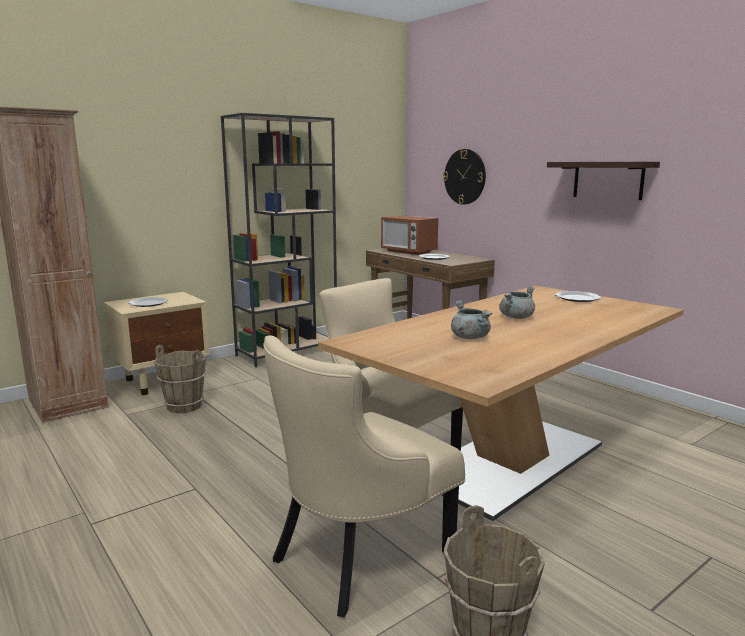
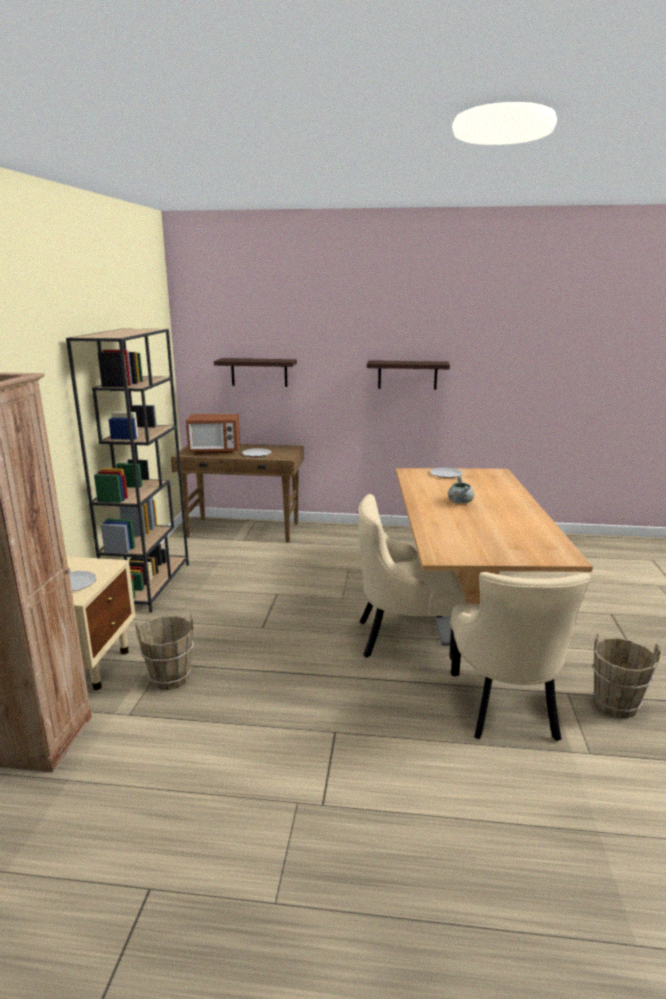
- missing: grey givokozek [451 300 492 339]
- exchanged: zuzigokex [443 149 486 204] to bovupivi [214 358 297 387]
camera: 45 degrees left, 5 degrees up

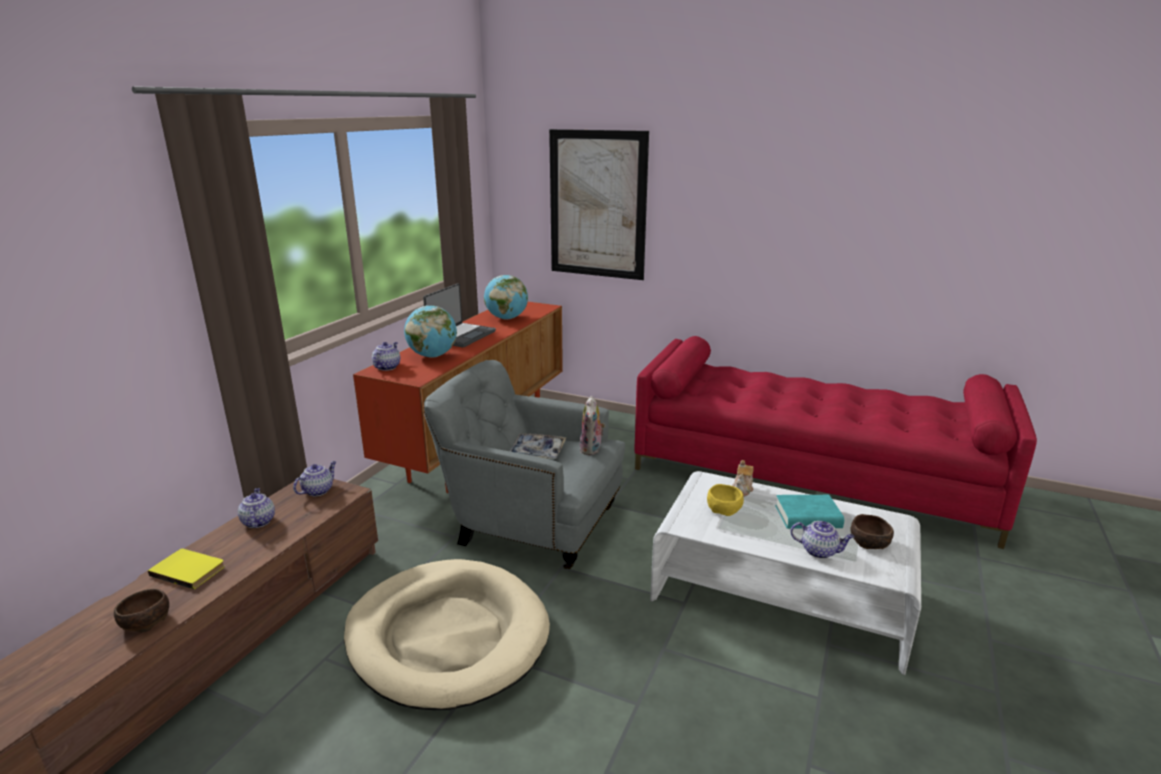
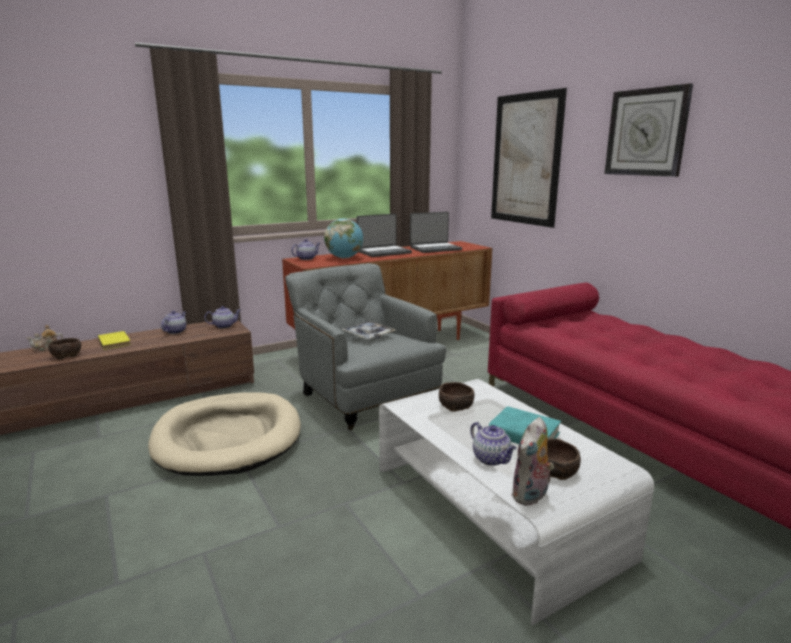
- appeared: zuzigokex [605 84 693 177]
- relocated: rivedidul [579 396 605 455] to [511 417 554 506]
- relocated: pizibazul [732 460 754 497] to [27 325 63 351]
- exchanged: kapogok [484 275 528 319] to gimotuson [410 212 462 253]
- colour: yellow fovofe [707 484 744 516] to brown fovofe [439 382 474 412]
camera: 35 degrees right, 5 degrees down

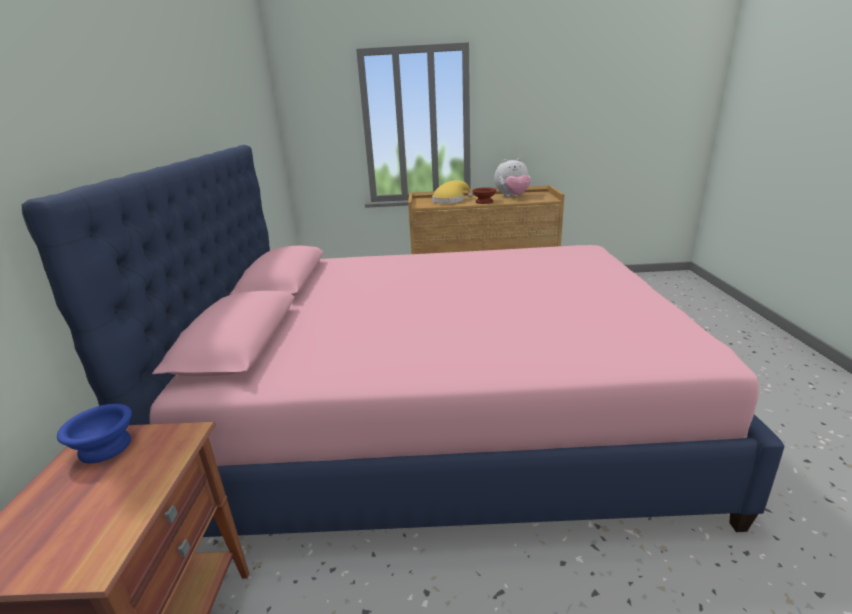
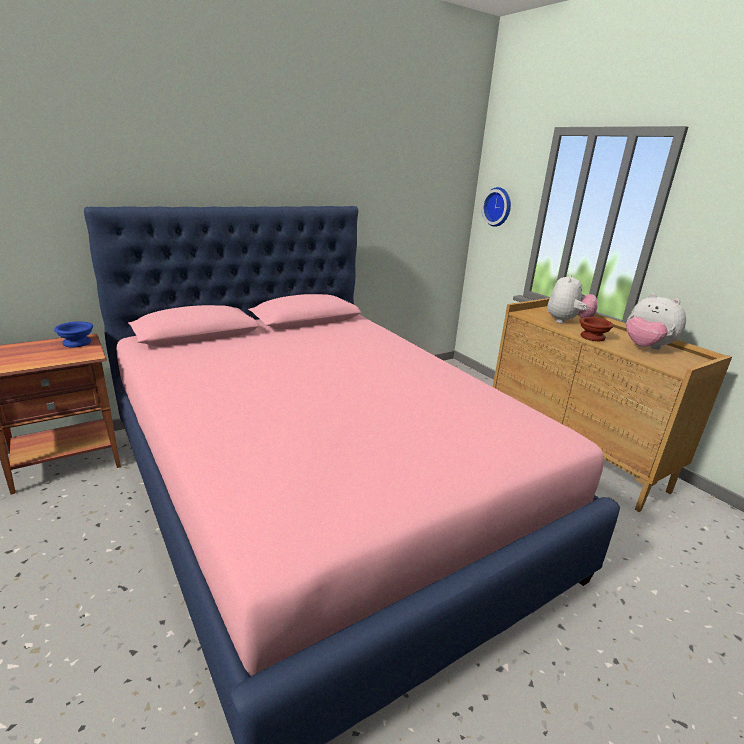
- appeared: zuzigokex [482 187 511 227]
- exchanged: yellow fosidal [432 180 473 203] to rivedidul [547 273 598 323]
camera: 55 degrees right, 0 degrees up

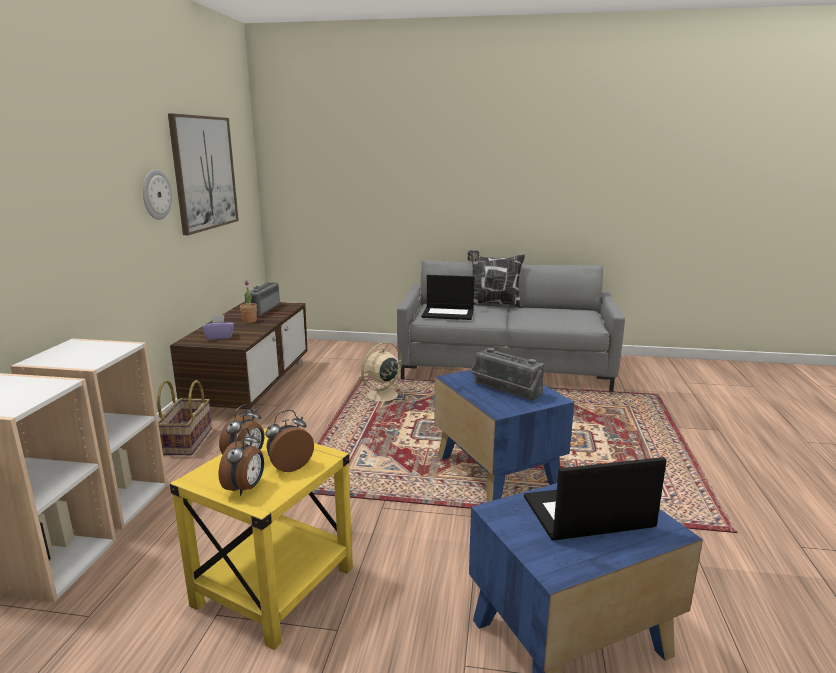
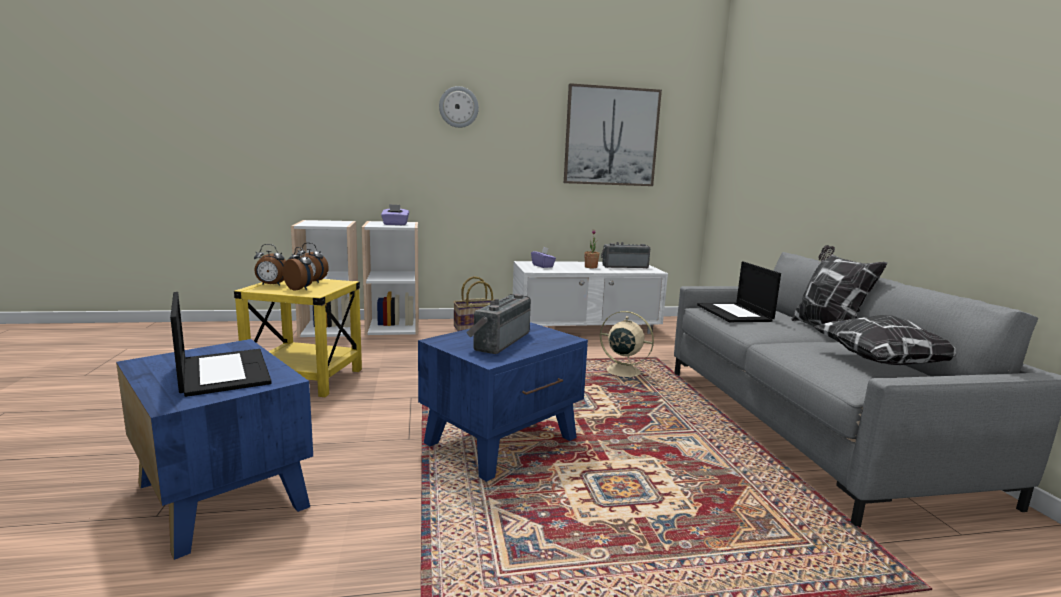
- appeared: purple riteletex [381 204 409 225]
- appeared: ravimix [812 315 957 365]
- relocated: zuzigokex [143 169 172 220] to [439 86 479 128]
- colour: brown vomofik [170 301 307 417] to white vomofik [513 261 668 334]
camera: 70 degrees right, 5 degrees down

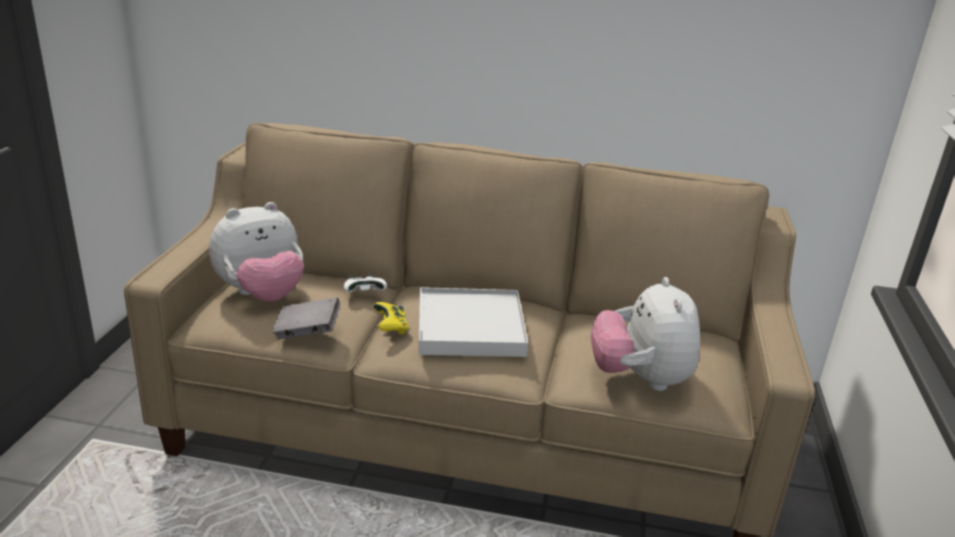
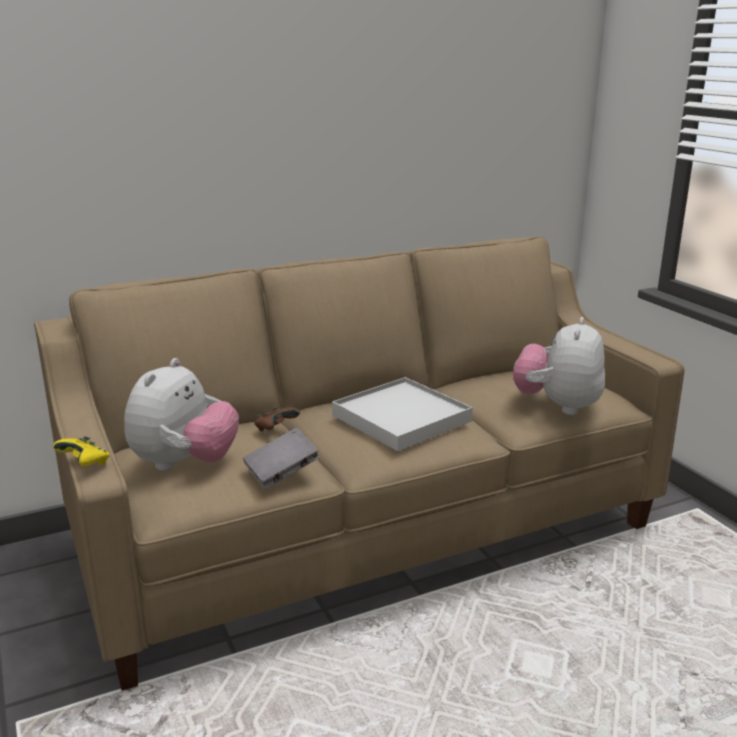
- relocated: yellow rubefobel [374 302 409 334] to [53 436 110 466]
- colour: white rubefobel [344 275 387 293] to brown rubefobel [254 407 300 431]
- spun: rivedidul [591 277 700 391] = [513 317 605 415] 60 degrees clockwise
camera: 35 degrees left, 5 degrees down

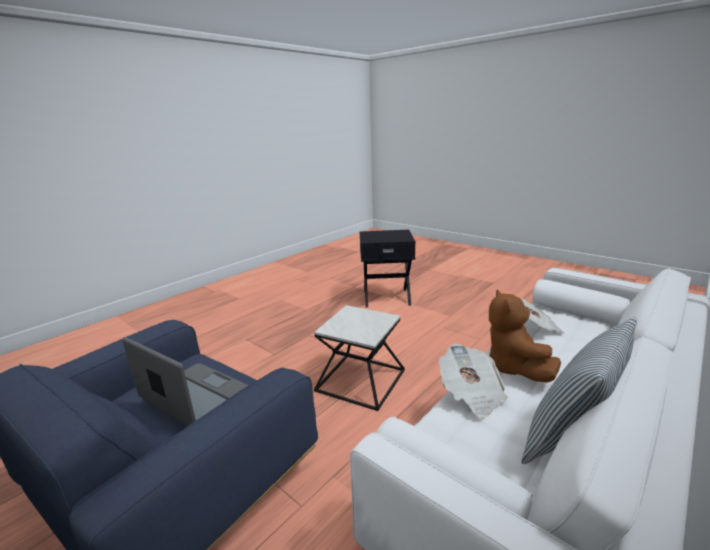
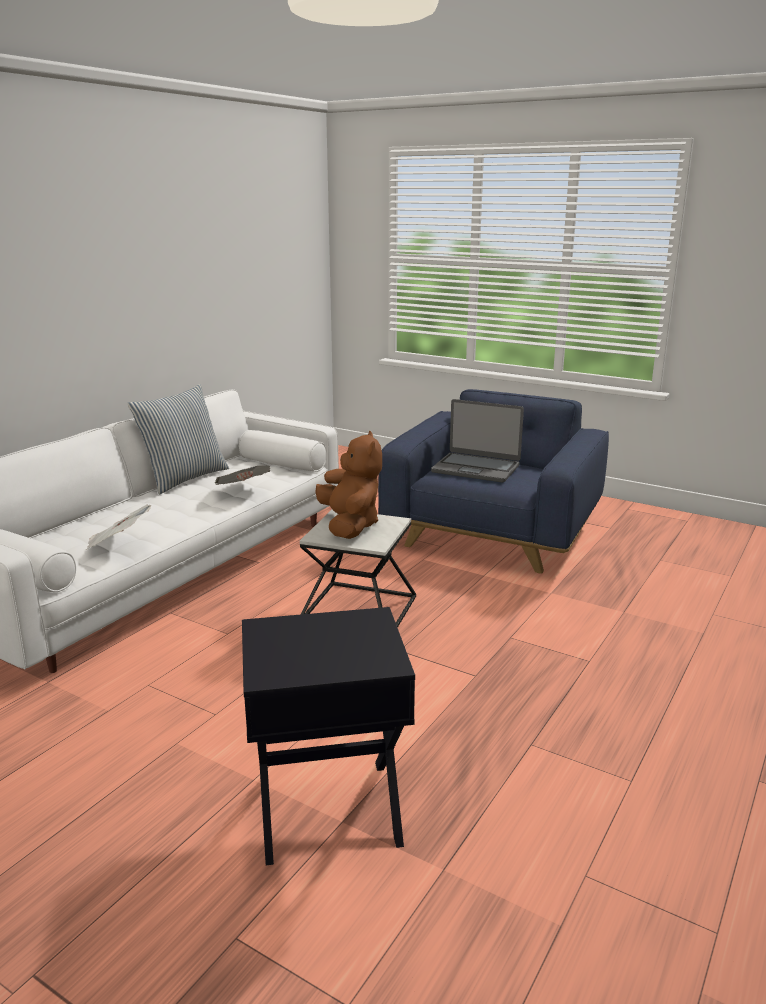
- relocated: brown rivedidul [489 289 561 383] to [315 431 382 539]
camera: 170 degrees right, 0 degrees up

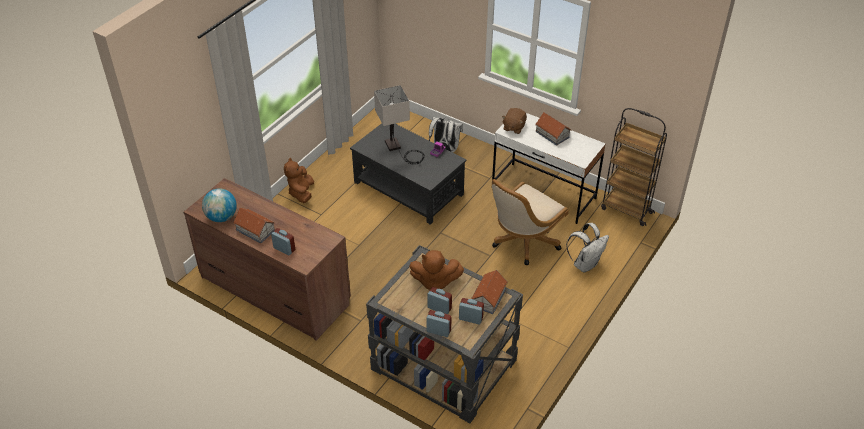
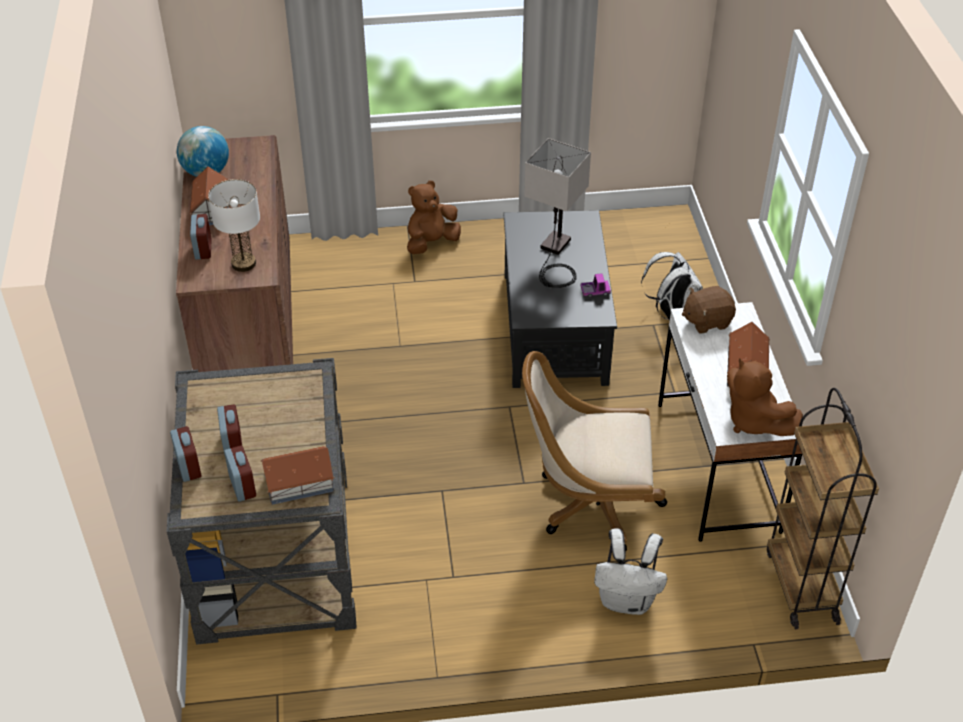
- appeared: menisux [208 179 260 272]
- relocated: brown rivedidul [409 250 464 290] to [727 358 803 436]
camera: 50 degrees right, 0 degrees up

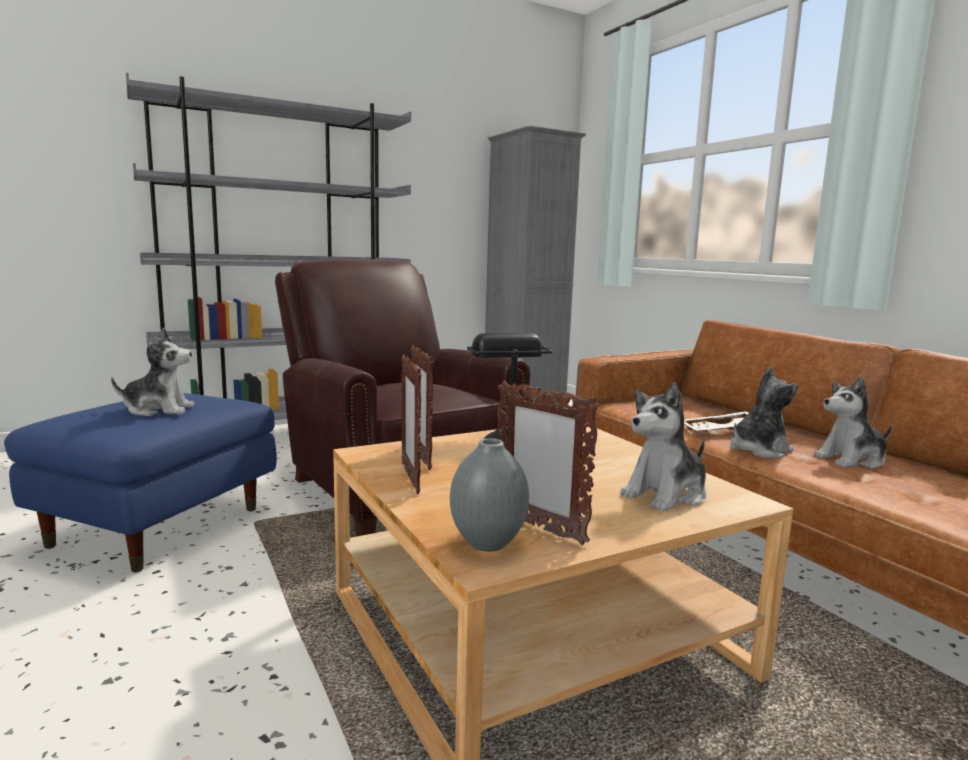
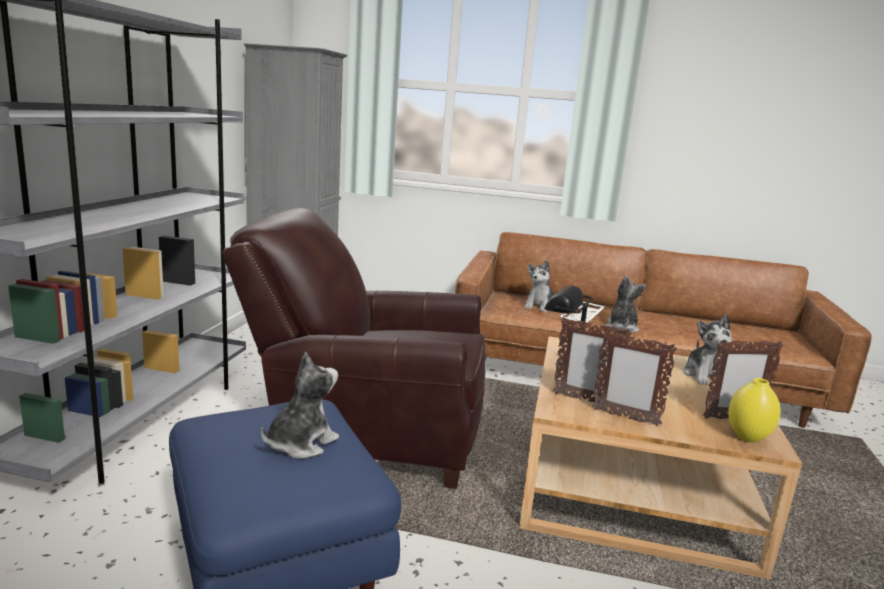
- relocated: rivedidul [813 377 892 469] to [524 260 554 312]
- colour: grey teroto [450 438 529 552] to yellow teroto [728 378 781 443]
camera: 50 degrees left, 5 degrees up

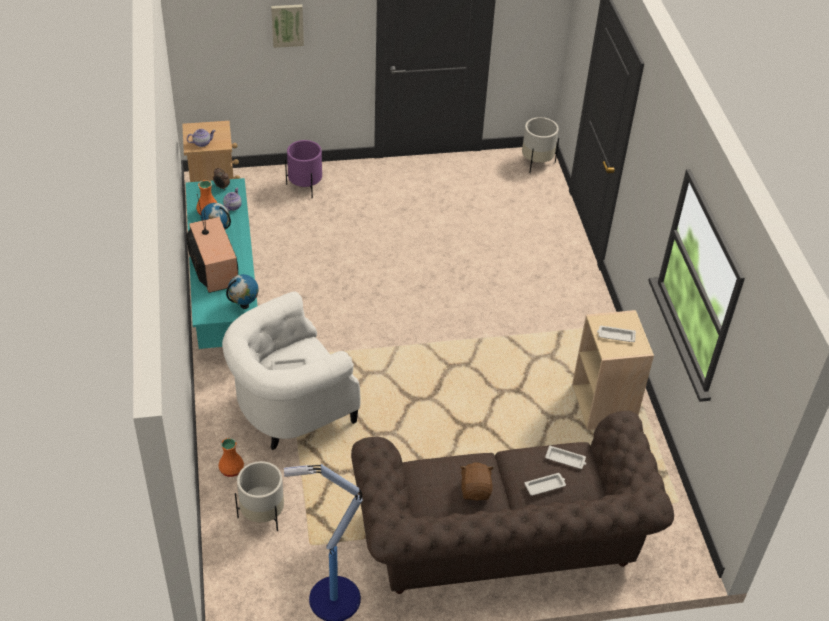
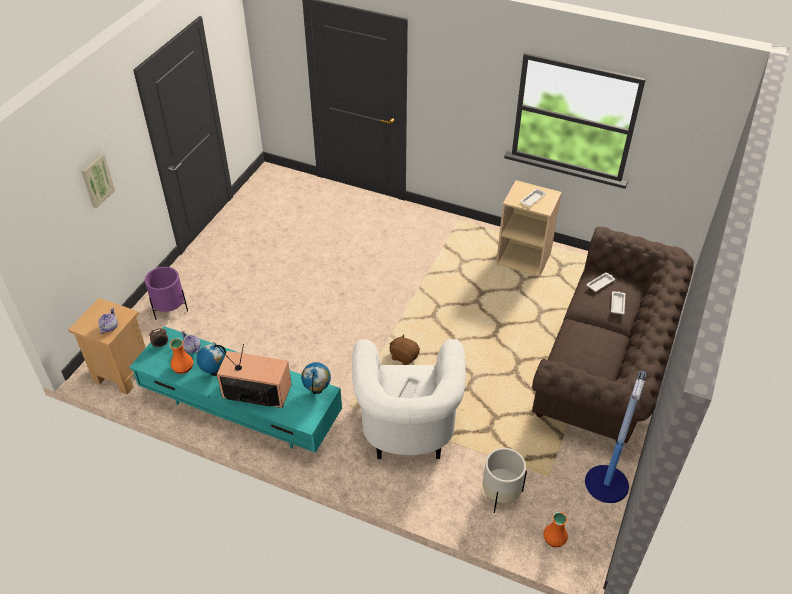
- missing: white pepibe [522 117 559 173]
- relocated: orange teroto [218 438 244 477] to [543 512 568 547]
- relocated: brown rivedidul [460 462 494 501] to [390 334 420 365]
camera: 55 degrees left, 0 degrees up

